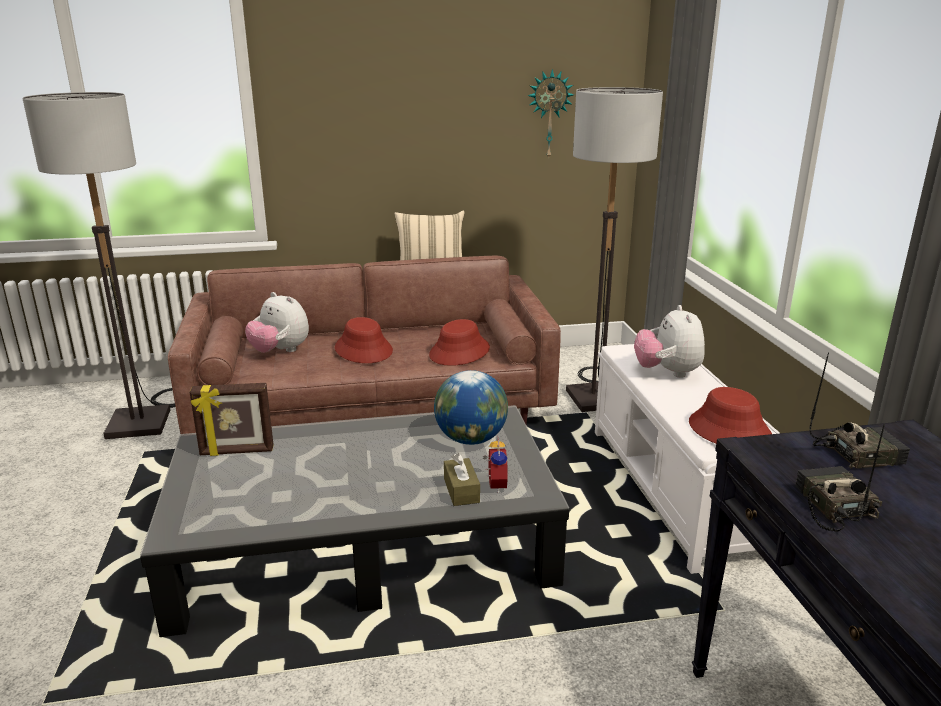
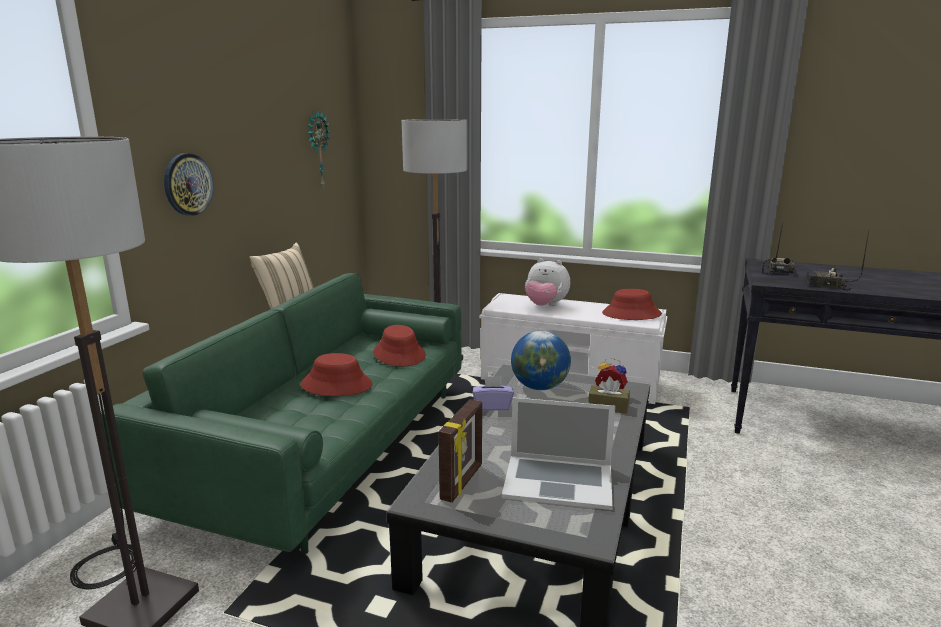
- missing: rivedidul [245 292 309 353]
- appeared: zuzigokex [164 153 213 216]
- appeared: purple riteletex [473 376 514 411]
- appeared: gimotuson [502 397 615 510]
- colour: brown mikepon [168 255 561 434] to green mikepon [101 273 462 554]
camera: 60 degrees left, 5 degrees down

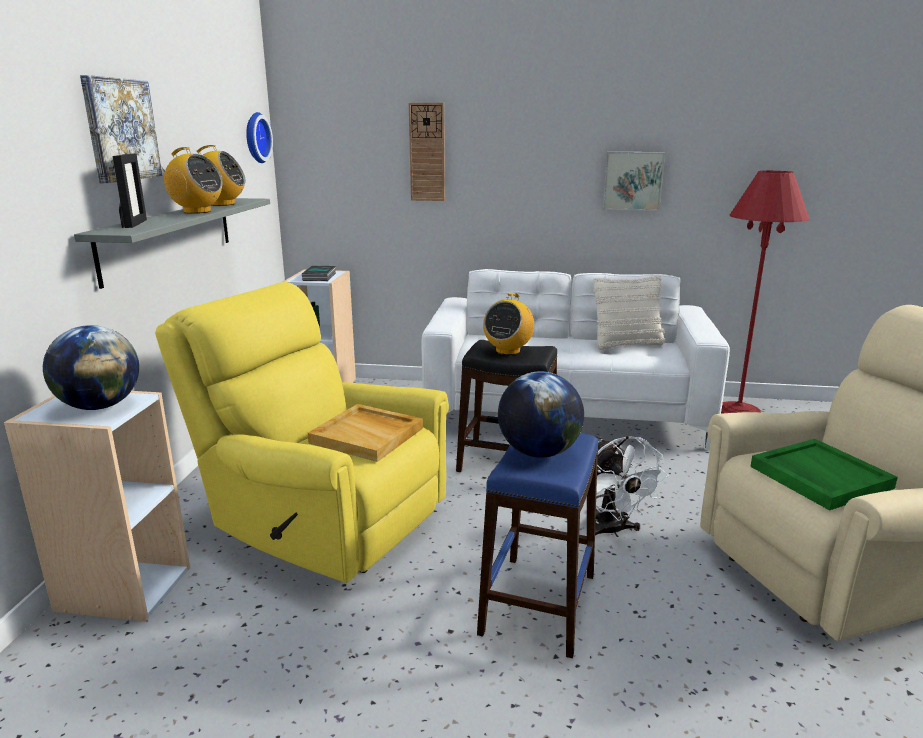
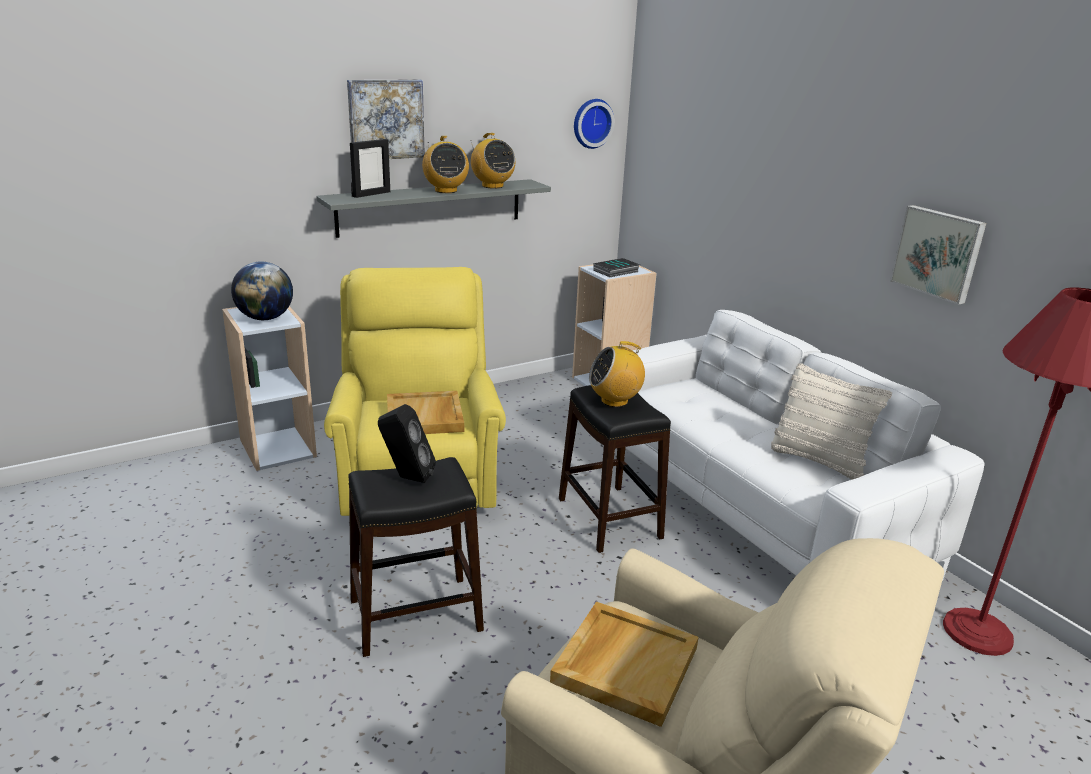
- missing: zuzigokex [409 103 445 201]
- missing: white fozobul [595 436 669 537]
- exchanged: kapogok [498 371 584 458] to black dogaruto [378 404 436 483]
- colour: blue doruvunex [477 433 598 658] to black doruvunex [348 457 484 657]
- colour: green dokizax [750 439 898 511] to beige dokizax [550 601 698 727]
camera: 50 degrees right, 5 degrees up

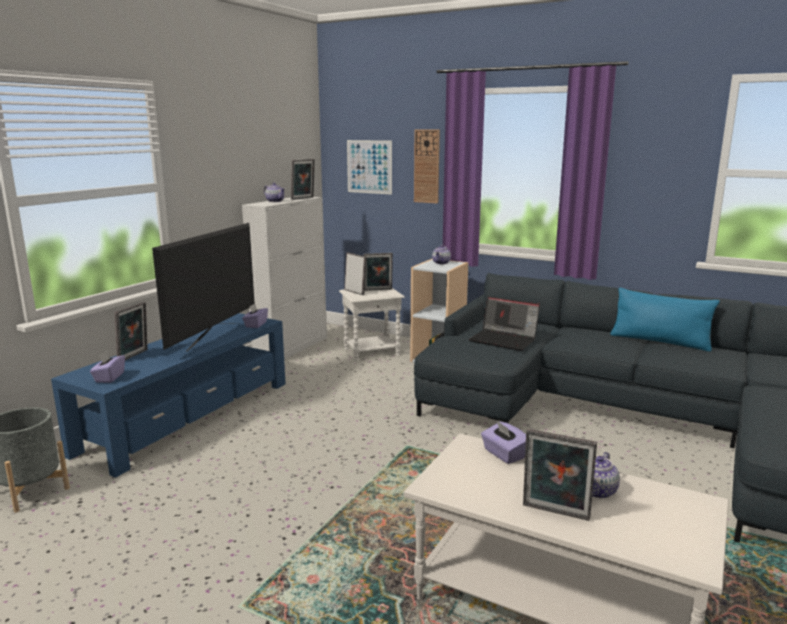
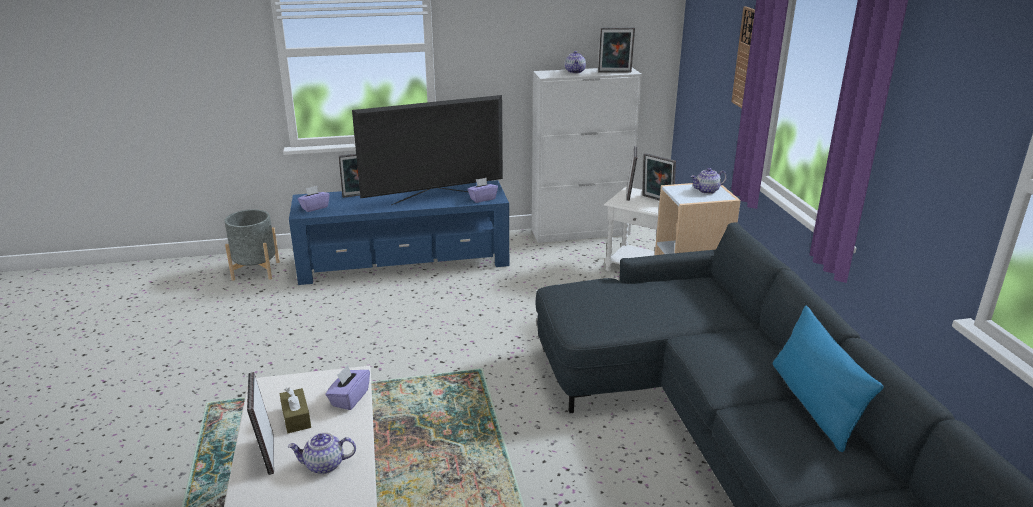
- missing: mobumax [347 140 392 195]
- missing: gimotuson [468 296 540 351]
- appeared: brown riteletex [280 388 311 433]
camera: 50 degrees right, 10 degrees up

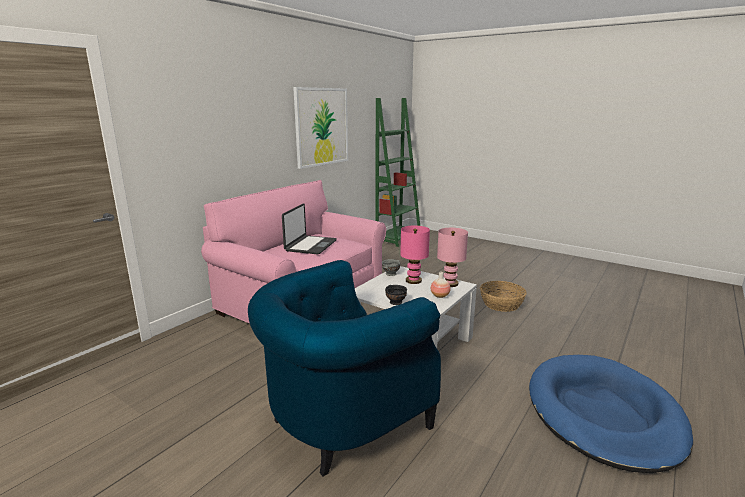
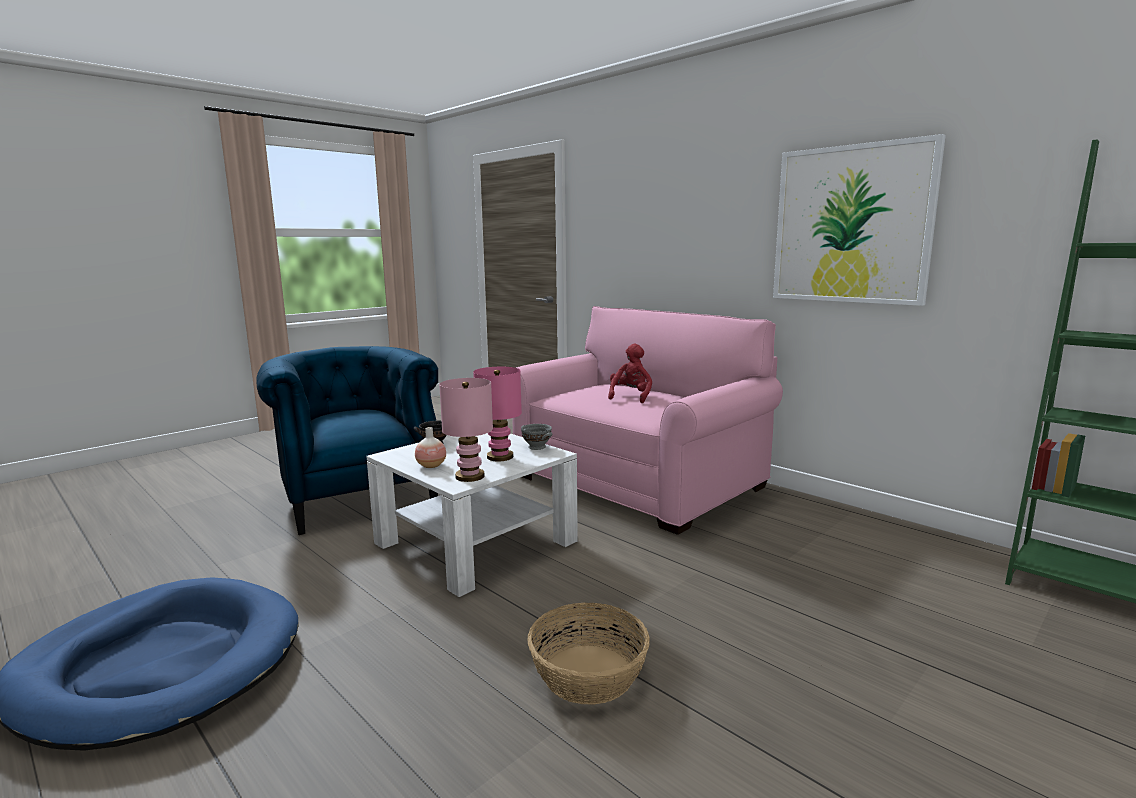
- exchanged: gimotuson [282 203 337 254] to red rivedidul [608 344 652 403]
camera: 100 degrees right, 5 degrees down

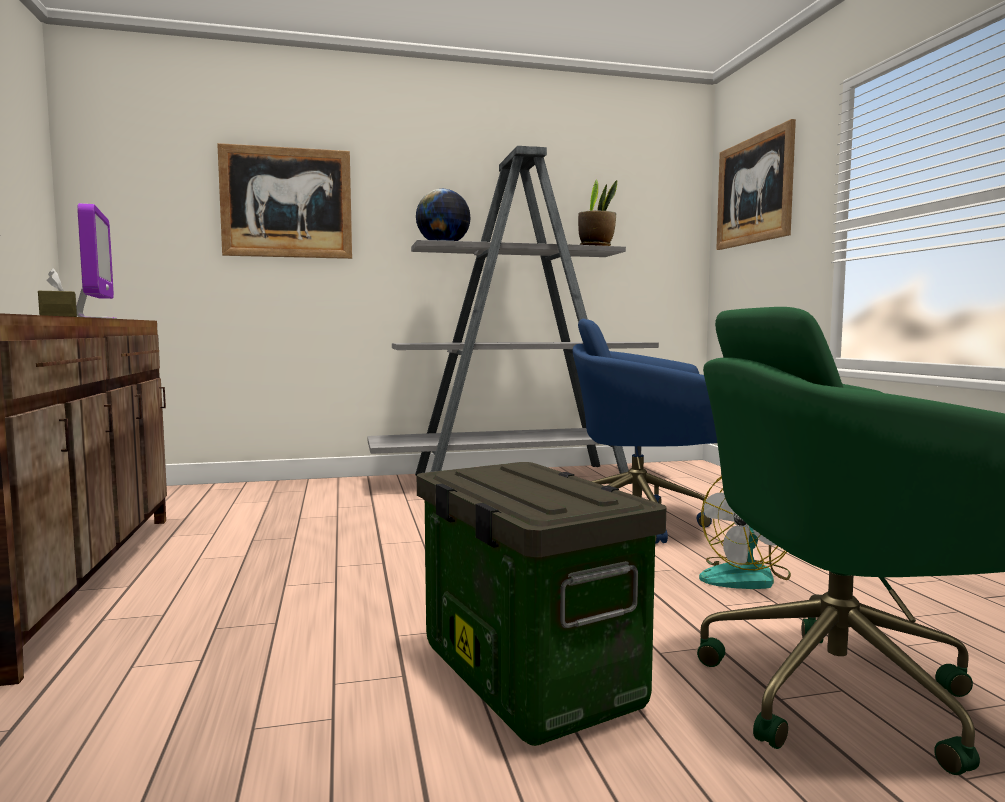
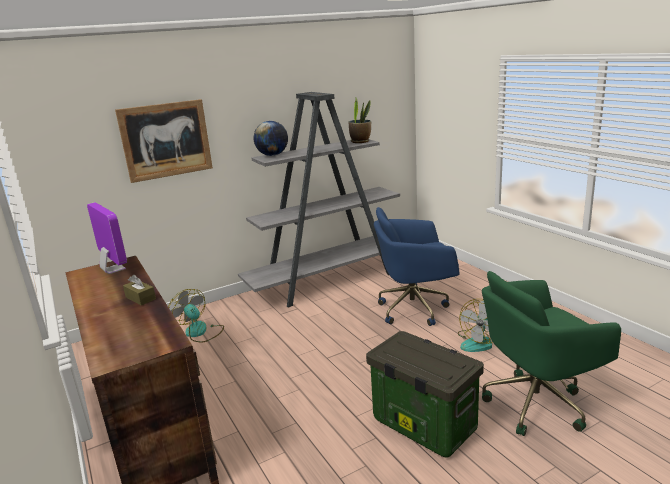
- missing: mobumax [716 119 796 250]
- appeared: fozobul [168 289 224 342]
camera: 15 degrees left, 15 degrees up

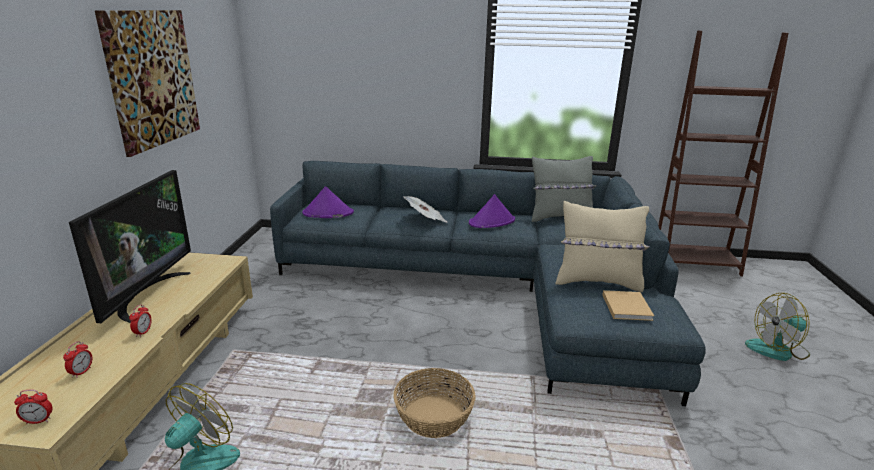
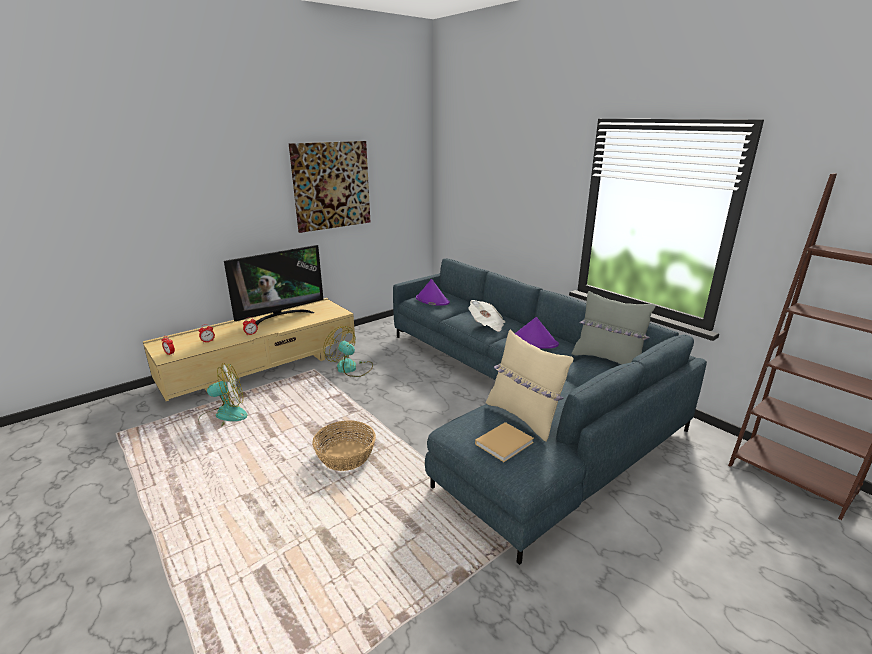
- relocated: fozobul [745 293 810 361] to [323 326 373 377]
camera: 45 degrees right, 0 degrees up

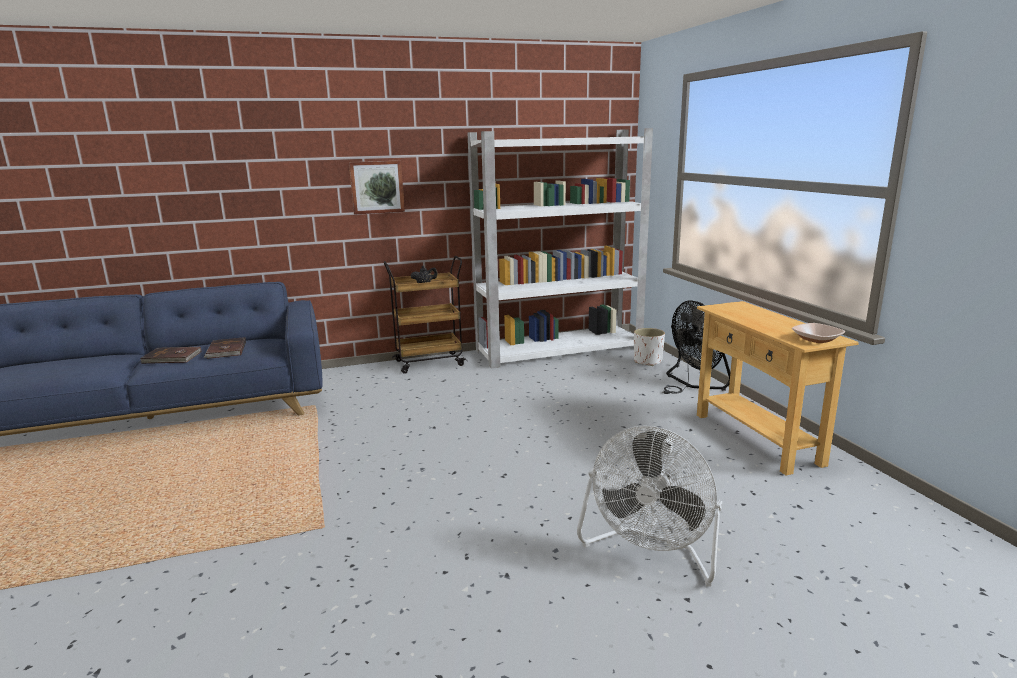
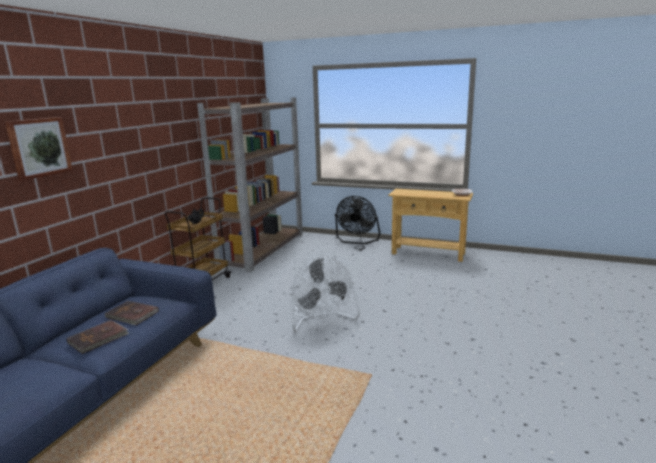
- missing: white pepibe [634 328 665 366]
- relocated: mobumax [349 160 405 215] to [5 117 72 181]
- relocated: white fozobul [577 426 722 587] to [289 256 360 334]
- colour: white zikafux [467 128 653 368] to brown zikafux [197 98 303 272]
camera: 50 degrees left, 0 degrees up

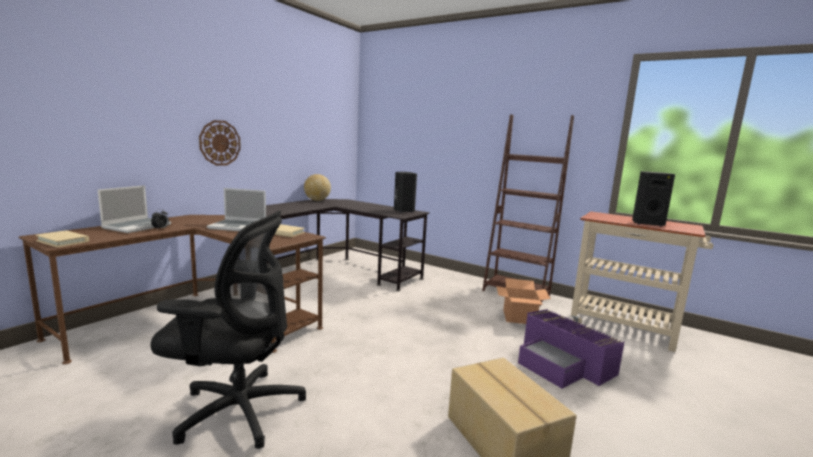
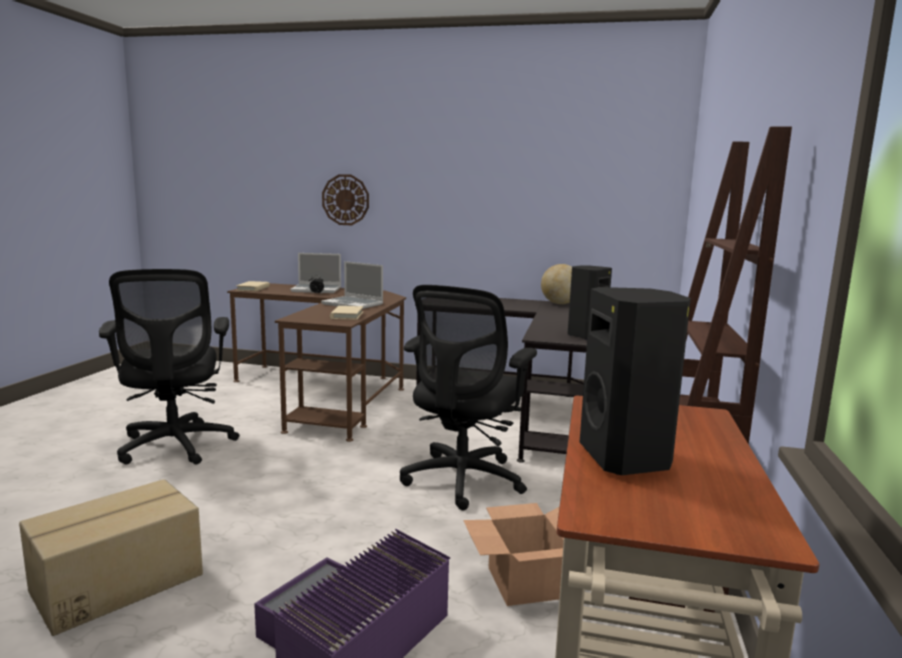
- appeared: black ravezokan [400 285 537 510]
- relocated: zuzigokex [199 120 241 166] to [322 174 369 225]
- spun: gimotuson [207 188 266 231] = [321 261 383 309] 45 degrees counterclockwise
camera: 70 degrees right, 0 degrees up

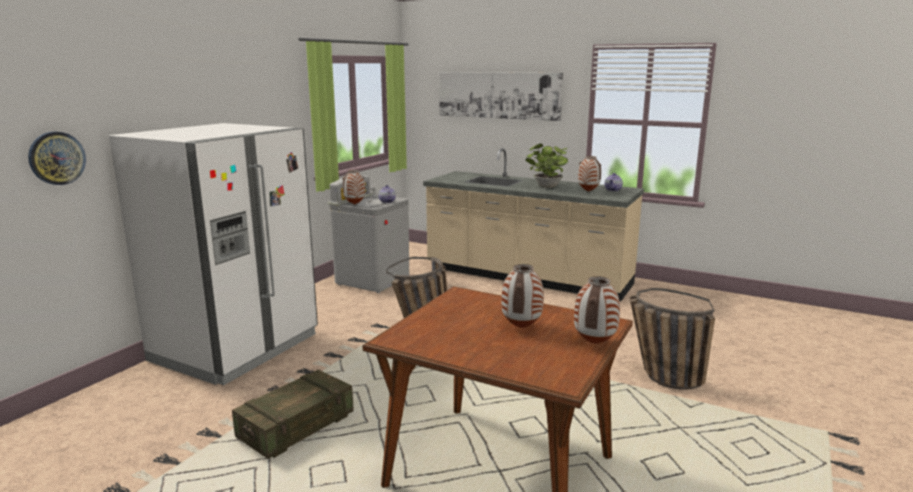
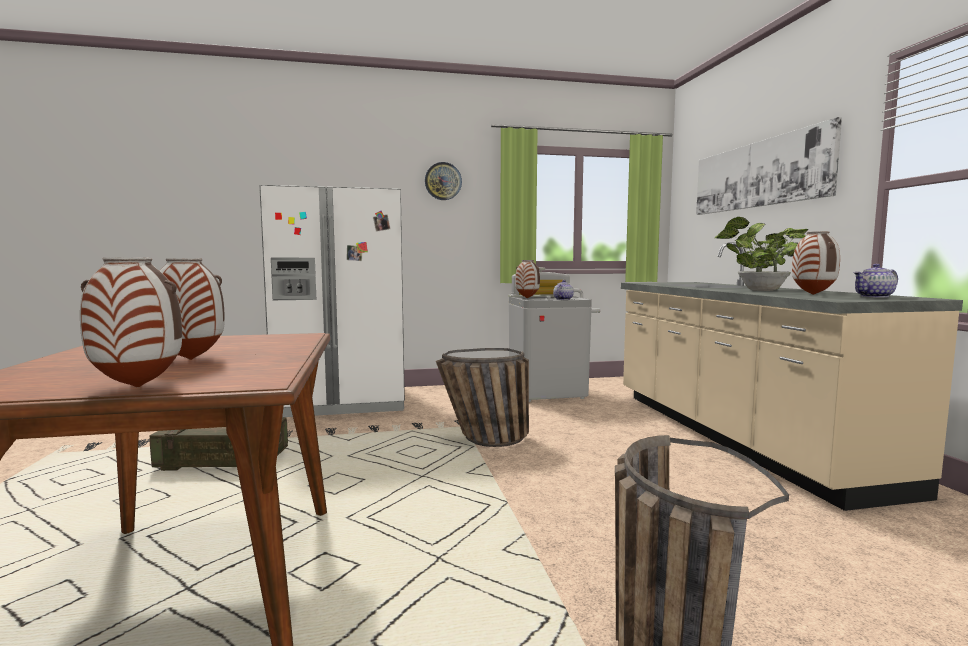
- relocated: zuzigokex [28 132 86 185] to [425 162 462 200]
camera: 50 degrees right, 10 degrees down

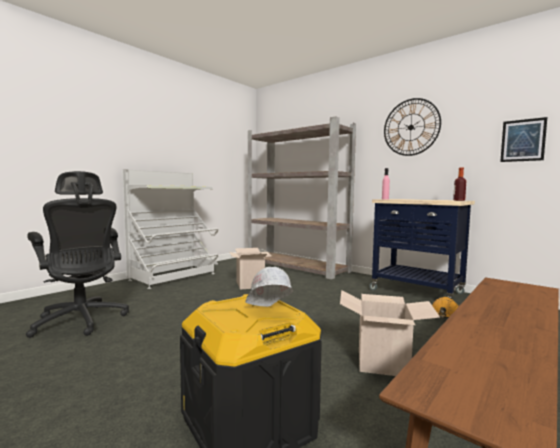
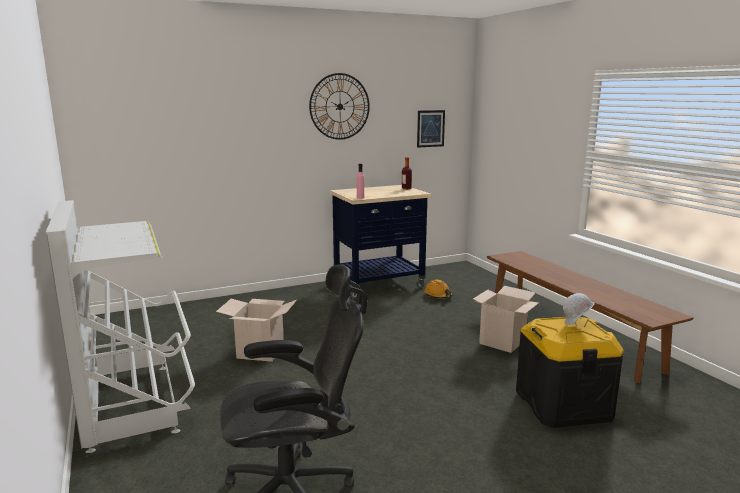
- missing: brown zikafux [248 117 356 280]
camera: 65 degrees left, 10 degrees up

